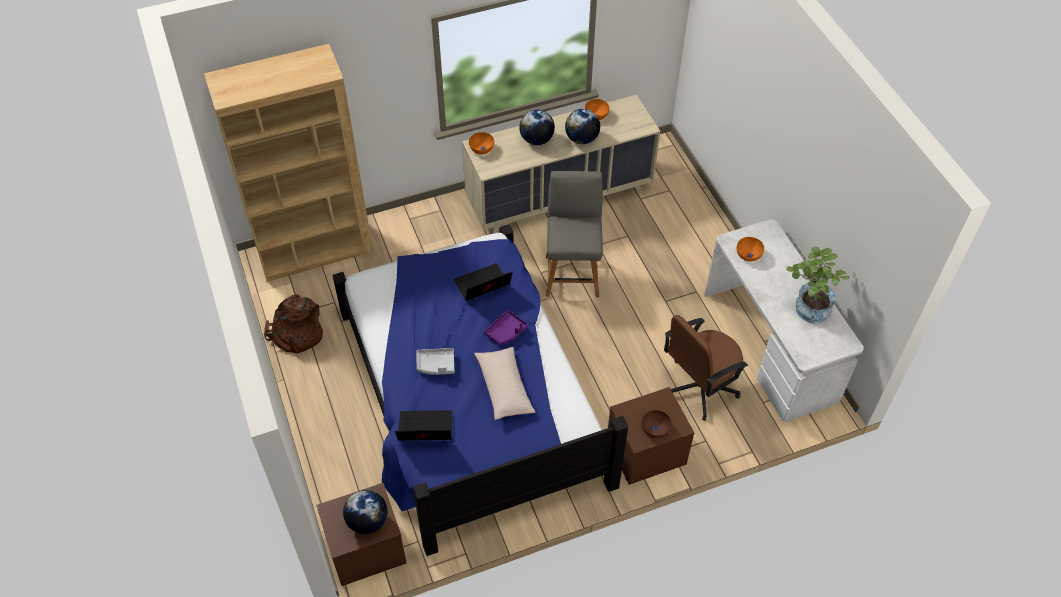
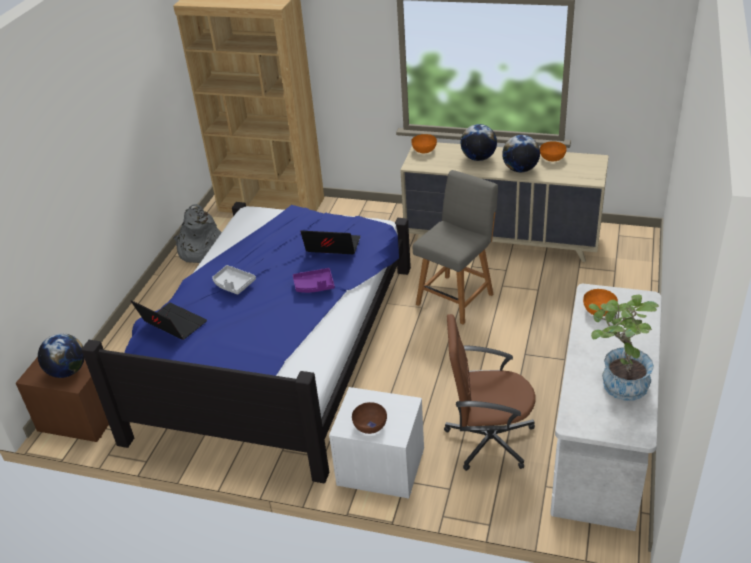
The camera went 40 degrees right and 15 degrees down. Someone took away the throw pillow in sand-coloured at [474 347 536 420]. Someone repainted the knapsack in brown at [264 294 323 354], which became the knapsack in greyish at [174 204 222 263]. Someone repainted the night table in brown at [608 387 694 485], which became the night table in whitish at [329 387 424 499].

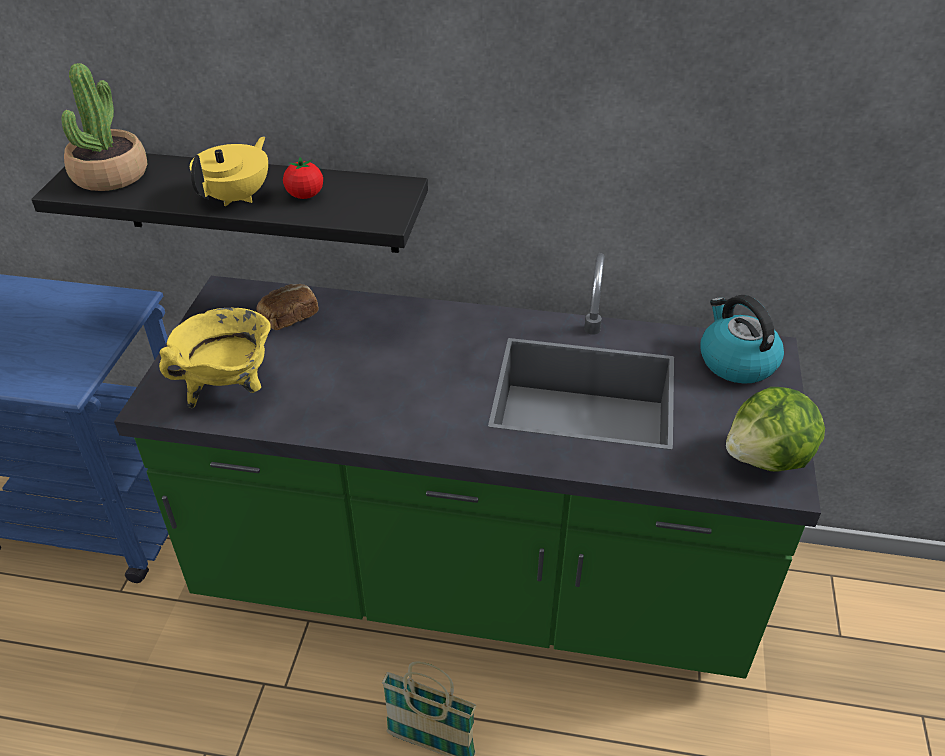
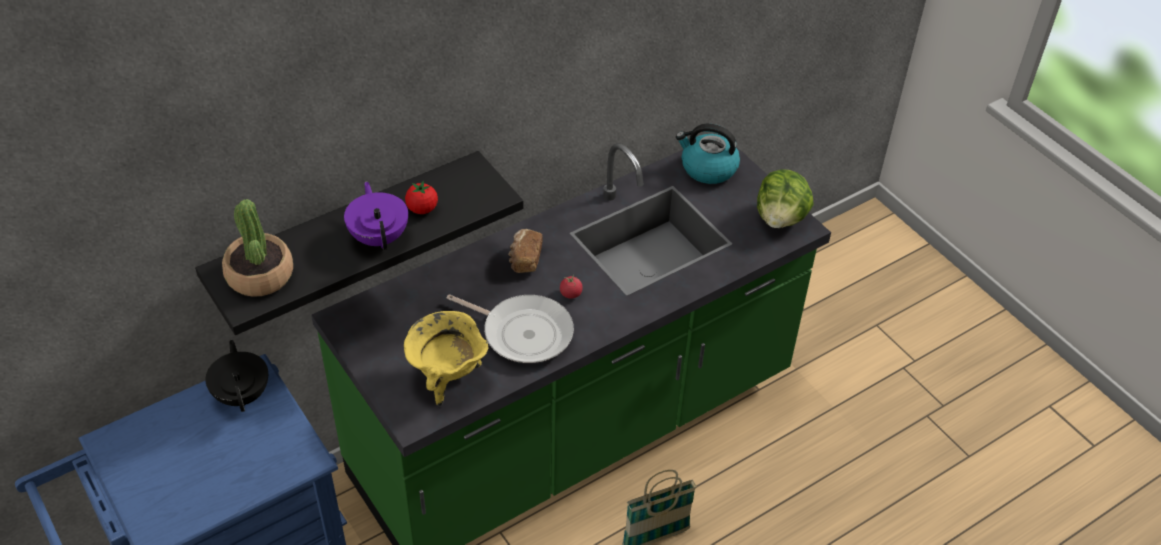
The camera went 45 degrees left and 5 degrees up. Someone put down the tea pot in black at [205 340 268 412]. Someone put down the frying pan at [447 294 574 363]. Someone put down the fresh tomato at [560 275 583 299]. Someone carried the bakery bread from [256 284 319 330] to [508 229 543 273]. Someone repainted the tea pot in yellow-coloured at [190 137 268 206], which became the tea pot in purple at [344 182 408 250].

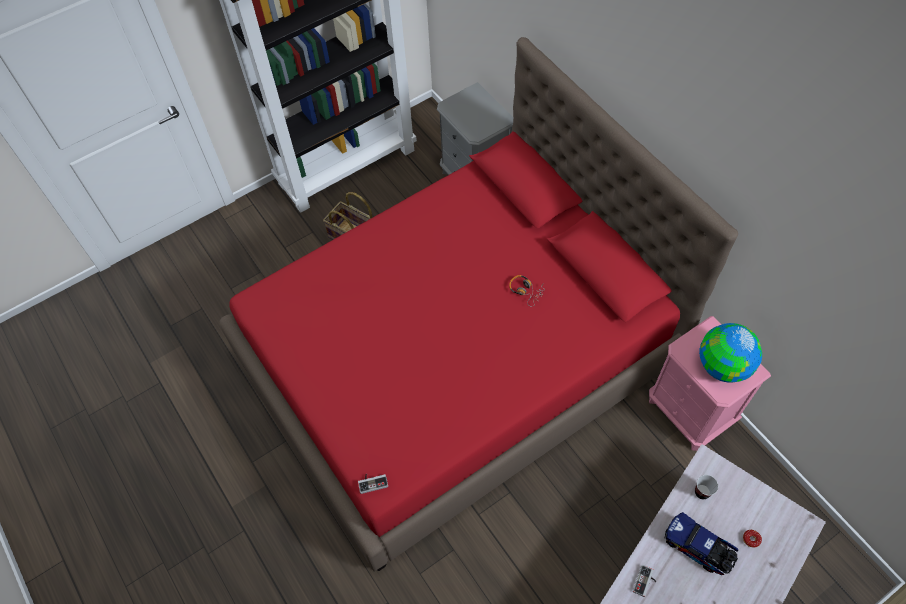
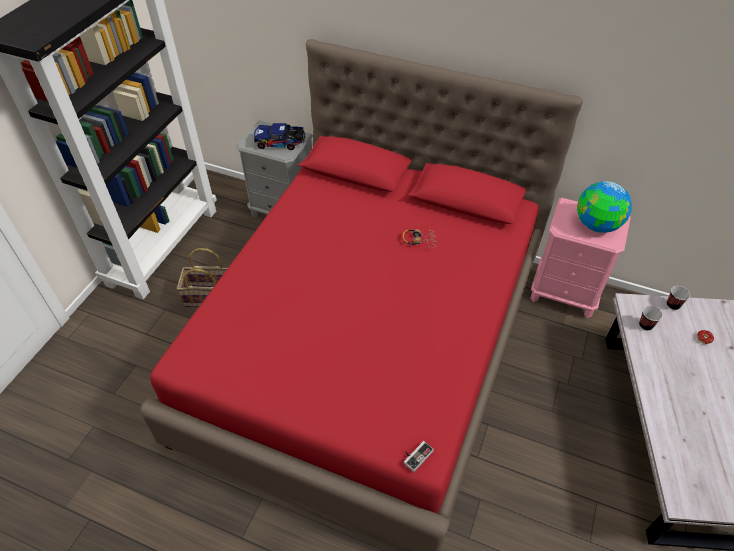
The camera went 35 degrees left and 10 degrees down. Someone took away the game controller at [633 565 657 597]. Someone put down the small cup at [667 286 690 310]. Someone carried the model truck from [664 512 738 575] to [254 123 305 150].

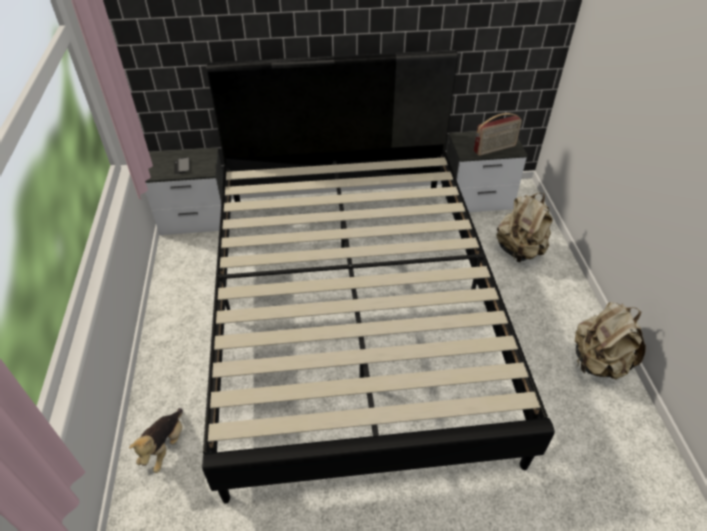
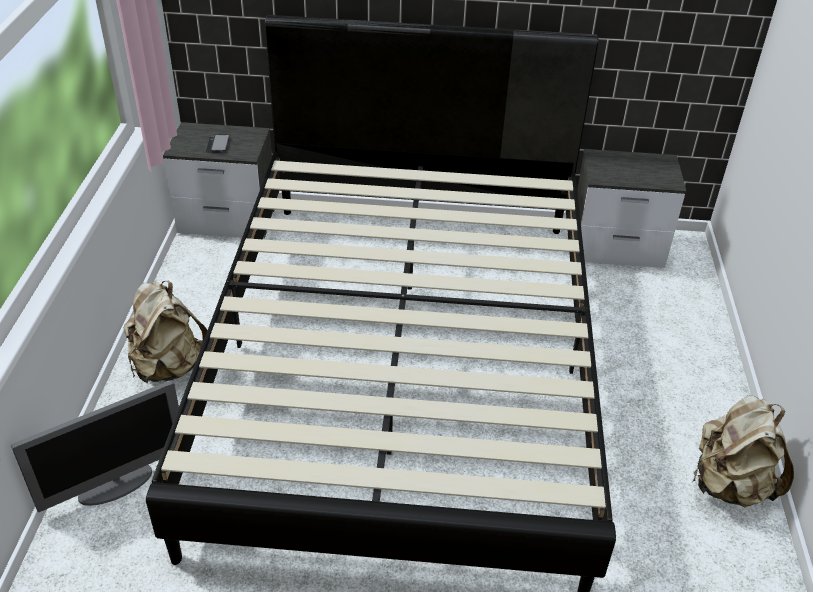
The camera went 10 degrees right and 5 degrees down. Someone took away the radio at [474 113 522 156]. Someone carried the knapsack in sand-coloured from [496 193 553 263] to [124 281 207 383]. Someone swapped the cuddly toy at [129 408 183 473] for the monitor at [11 380 179 512].

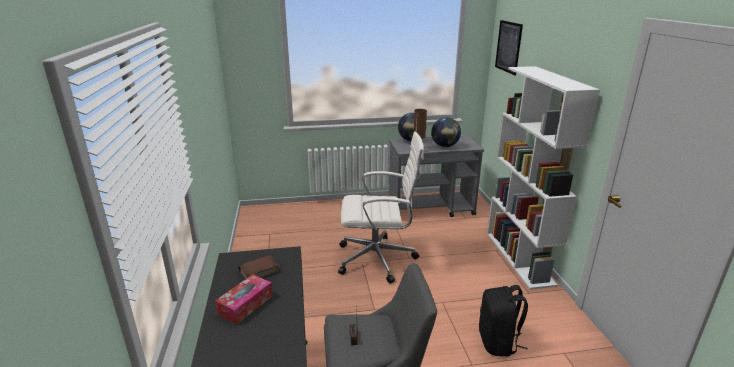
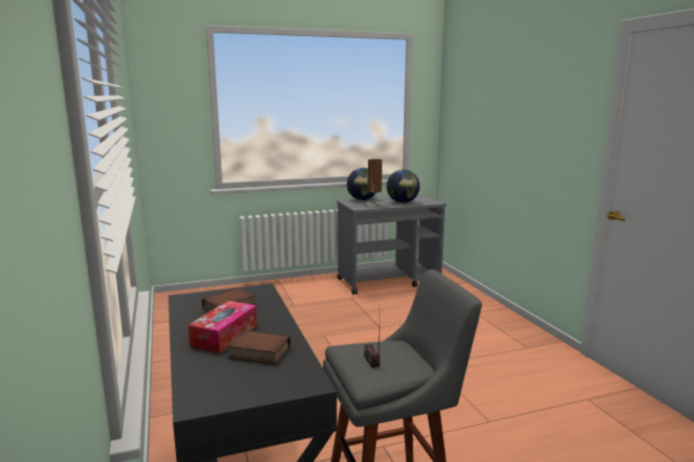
The camera went 10 degrees left and 10 degrees down. Someone took away the desk chair in whitish at [338 131 424 283]. Someone took away the knapsack in black at [479 285 528 356]. Someone took away the bookshelf in whitish at [487 66 600 289]. Someone took away the wall art at [495 20 523 75]. Someone put down the book at [227 330 290 364].

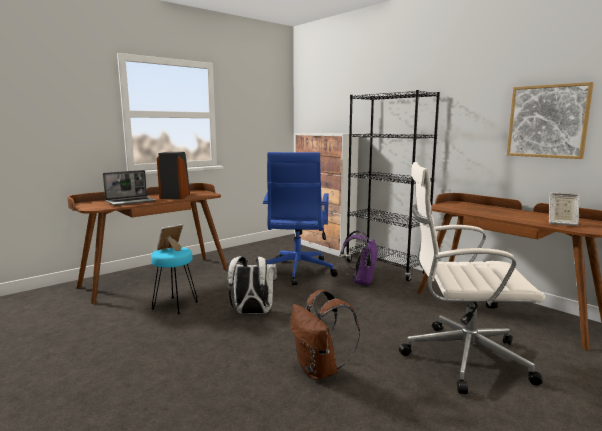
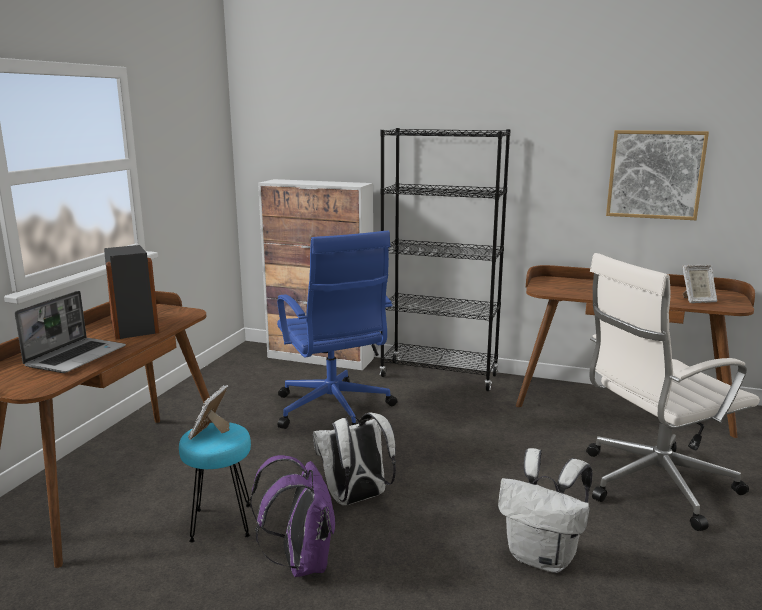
The camera went 30 degrees left and 5 degrees up. Someone carried the knapsack in purple from [339 231 378 286] to [250 455 335 577]. Someone repainted the knapsack in brown at [290 290 360 380], which became the knapsack in whitish at [498 448 592 573].

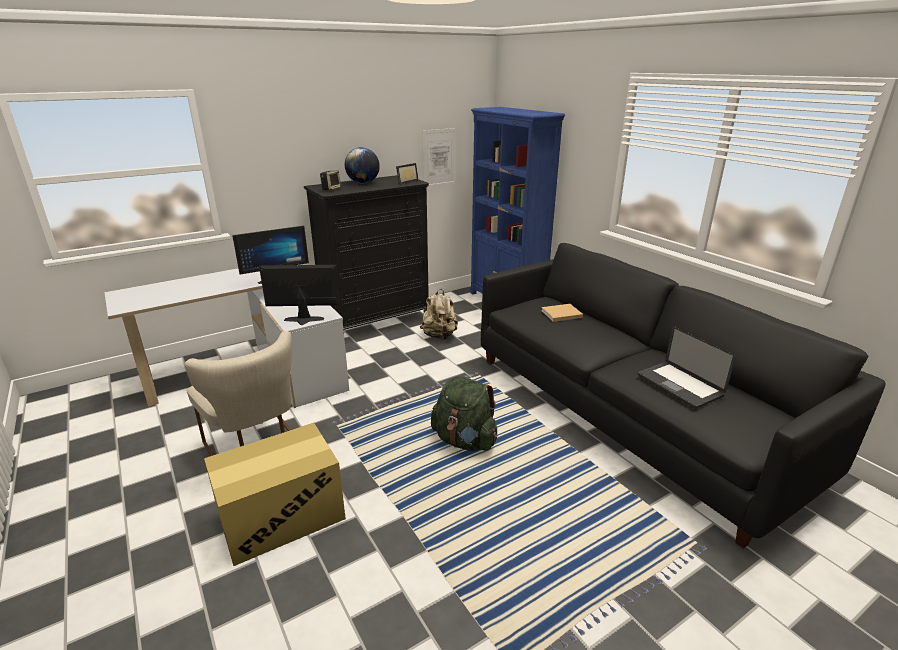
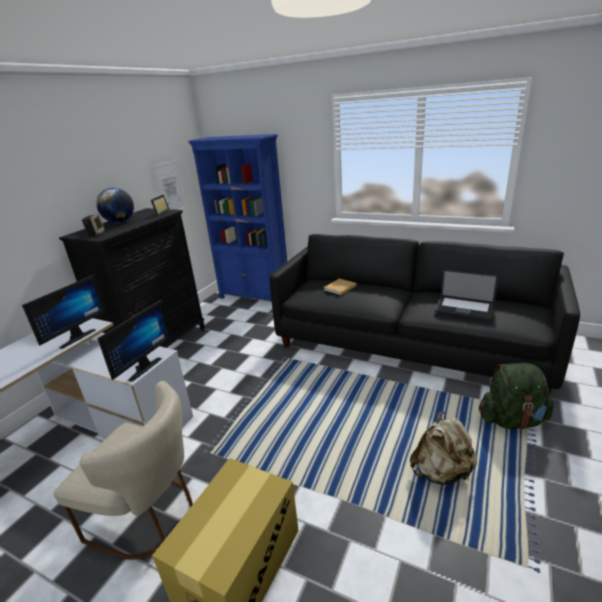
The camera went 30 degrees left and 0 degrees up. Someone carried the knapsack in sand-coloured from [420 289 458 340] to [410 411 477 485]. Someone carried the knapsack in greenish from [431 376 497 451] to [479 363 554 429]. Someone rotated the monitor at [259 265 340 325] by 150 degrees clockwise.

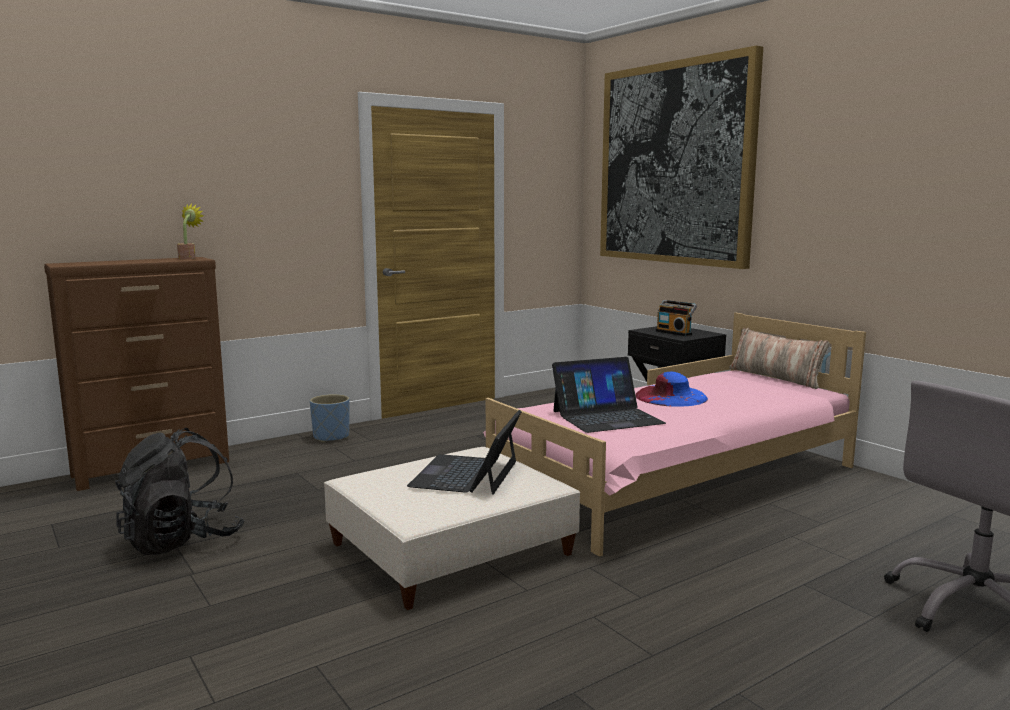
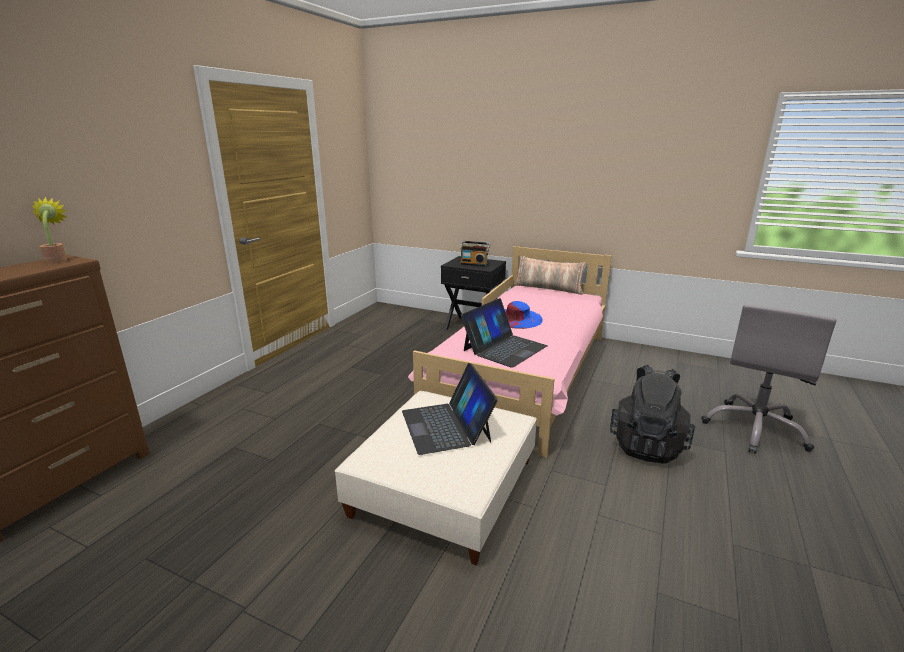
The camera went 30 degrees left and 10 degrees up. Someone took away the planter in blue at [310 394 350 442]. Someone took away the wall art at [600 46 763 269]. Someone carried the knapsack in black from [115 428 245 555] to [610 365 695 464].

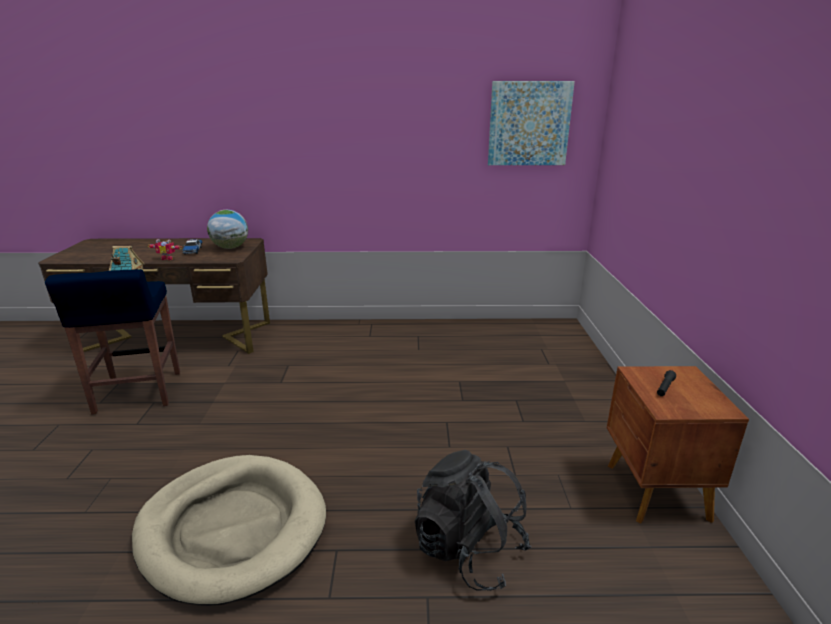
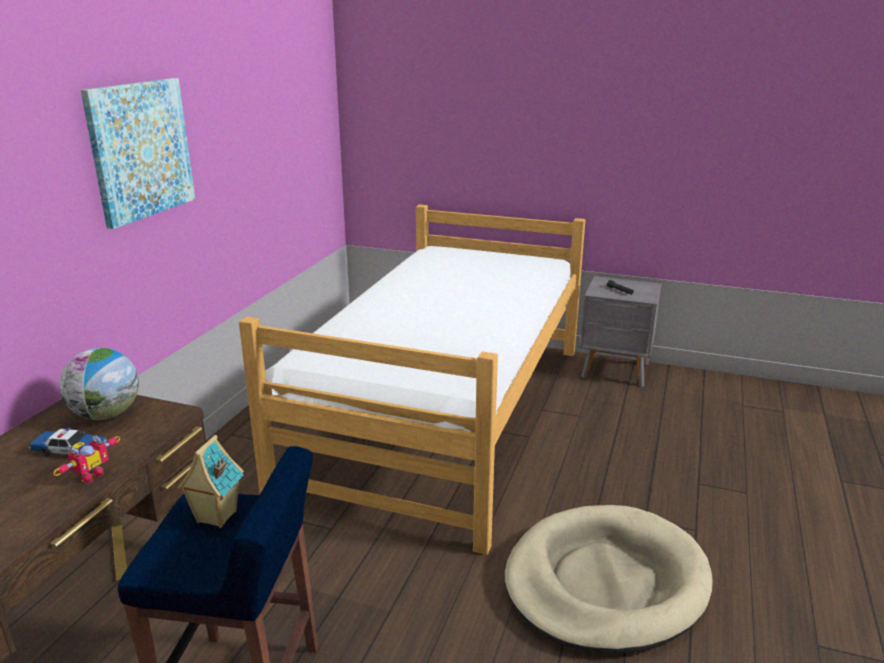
The camera went 70 degrees left and 0 degrees up. Someone took away the knapsack in black at [415 450 531 591]. Someone put down the sleeping bed at [239 204 585 555]. Someone carried the wall art from [488 81 575 165] to [81 78 195 229]. Someone repainted the night table in brown at [607 366 749 524], which became the night table in greyish at [580 276 661 387].

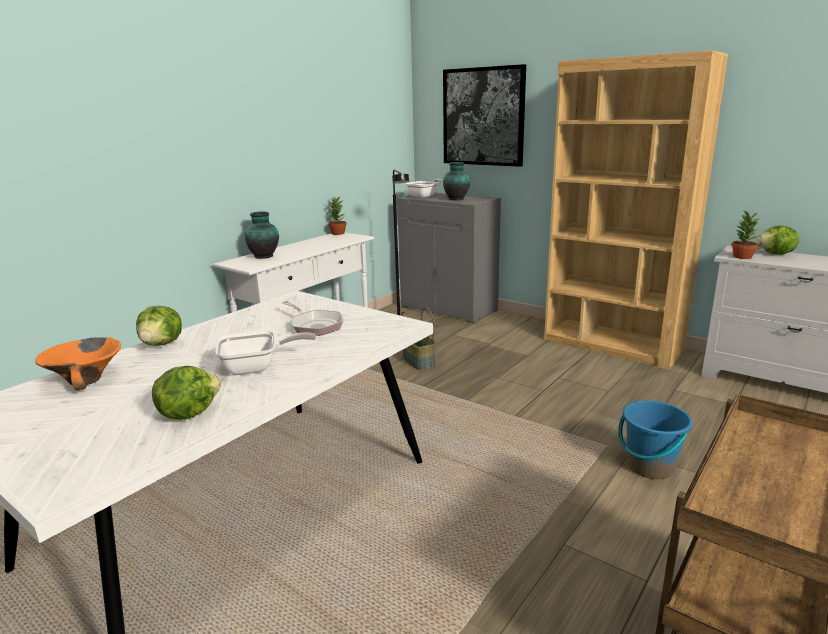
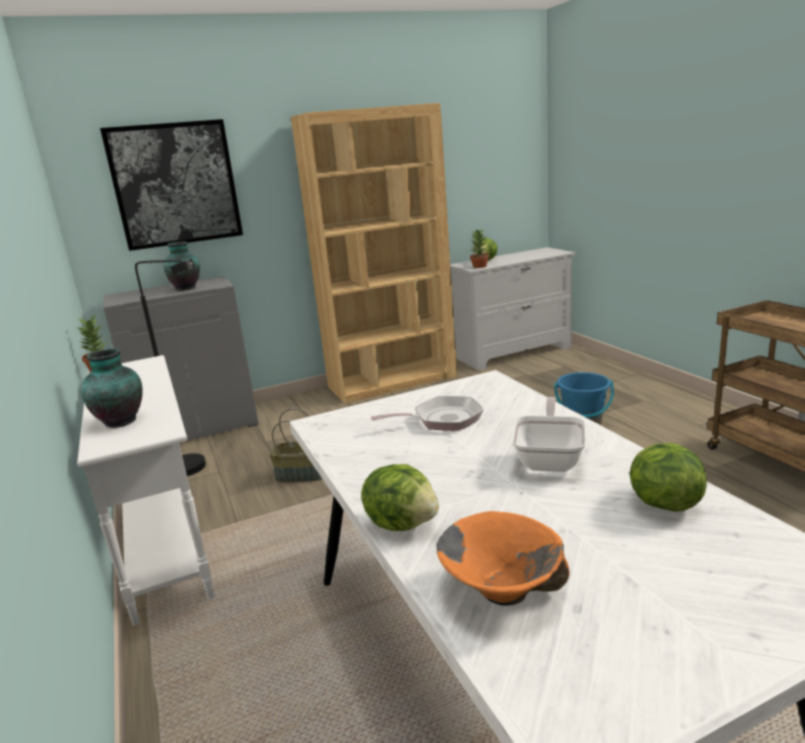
The camera went 60 degrees left and 0 degrees up. Someone took away the frying pan at [406 179 443 198].

